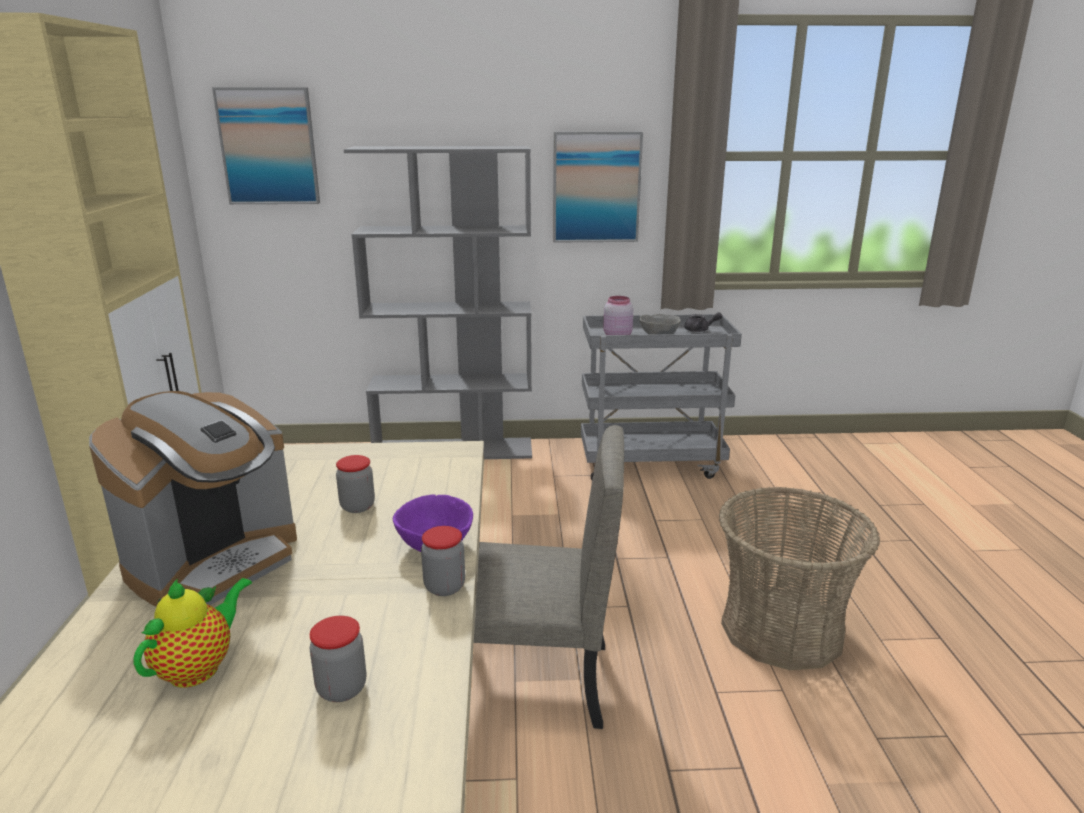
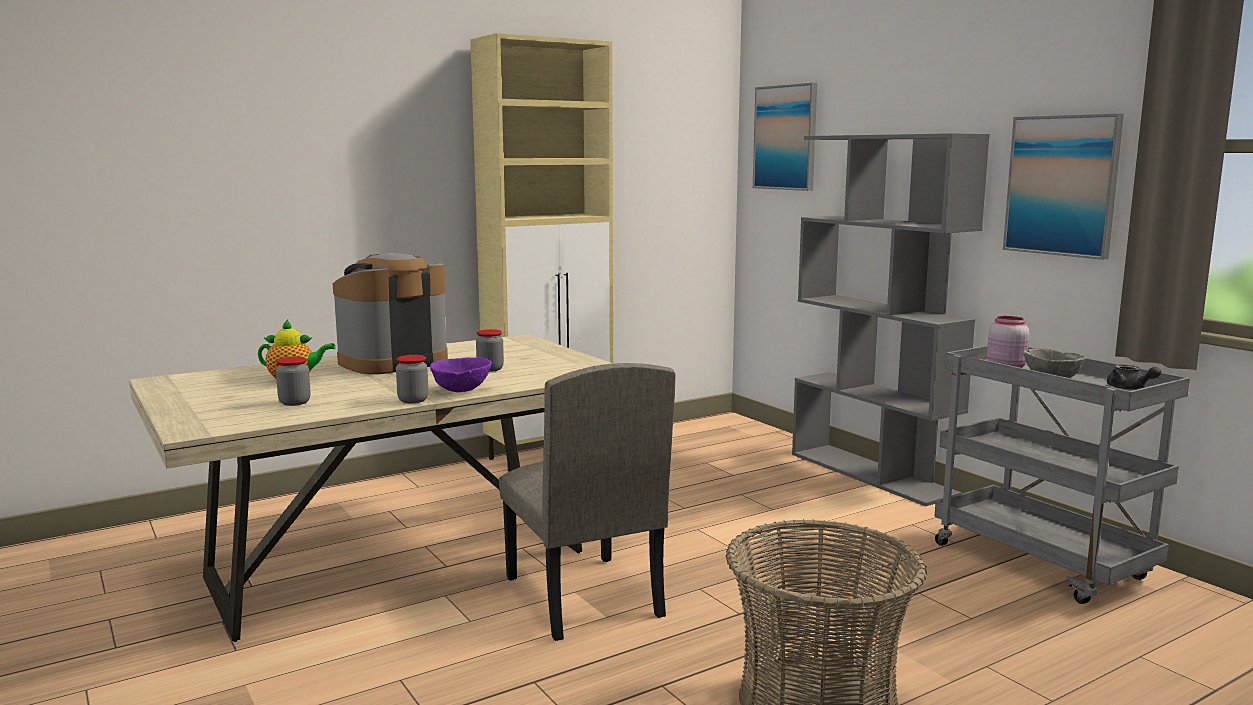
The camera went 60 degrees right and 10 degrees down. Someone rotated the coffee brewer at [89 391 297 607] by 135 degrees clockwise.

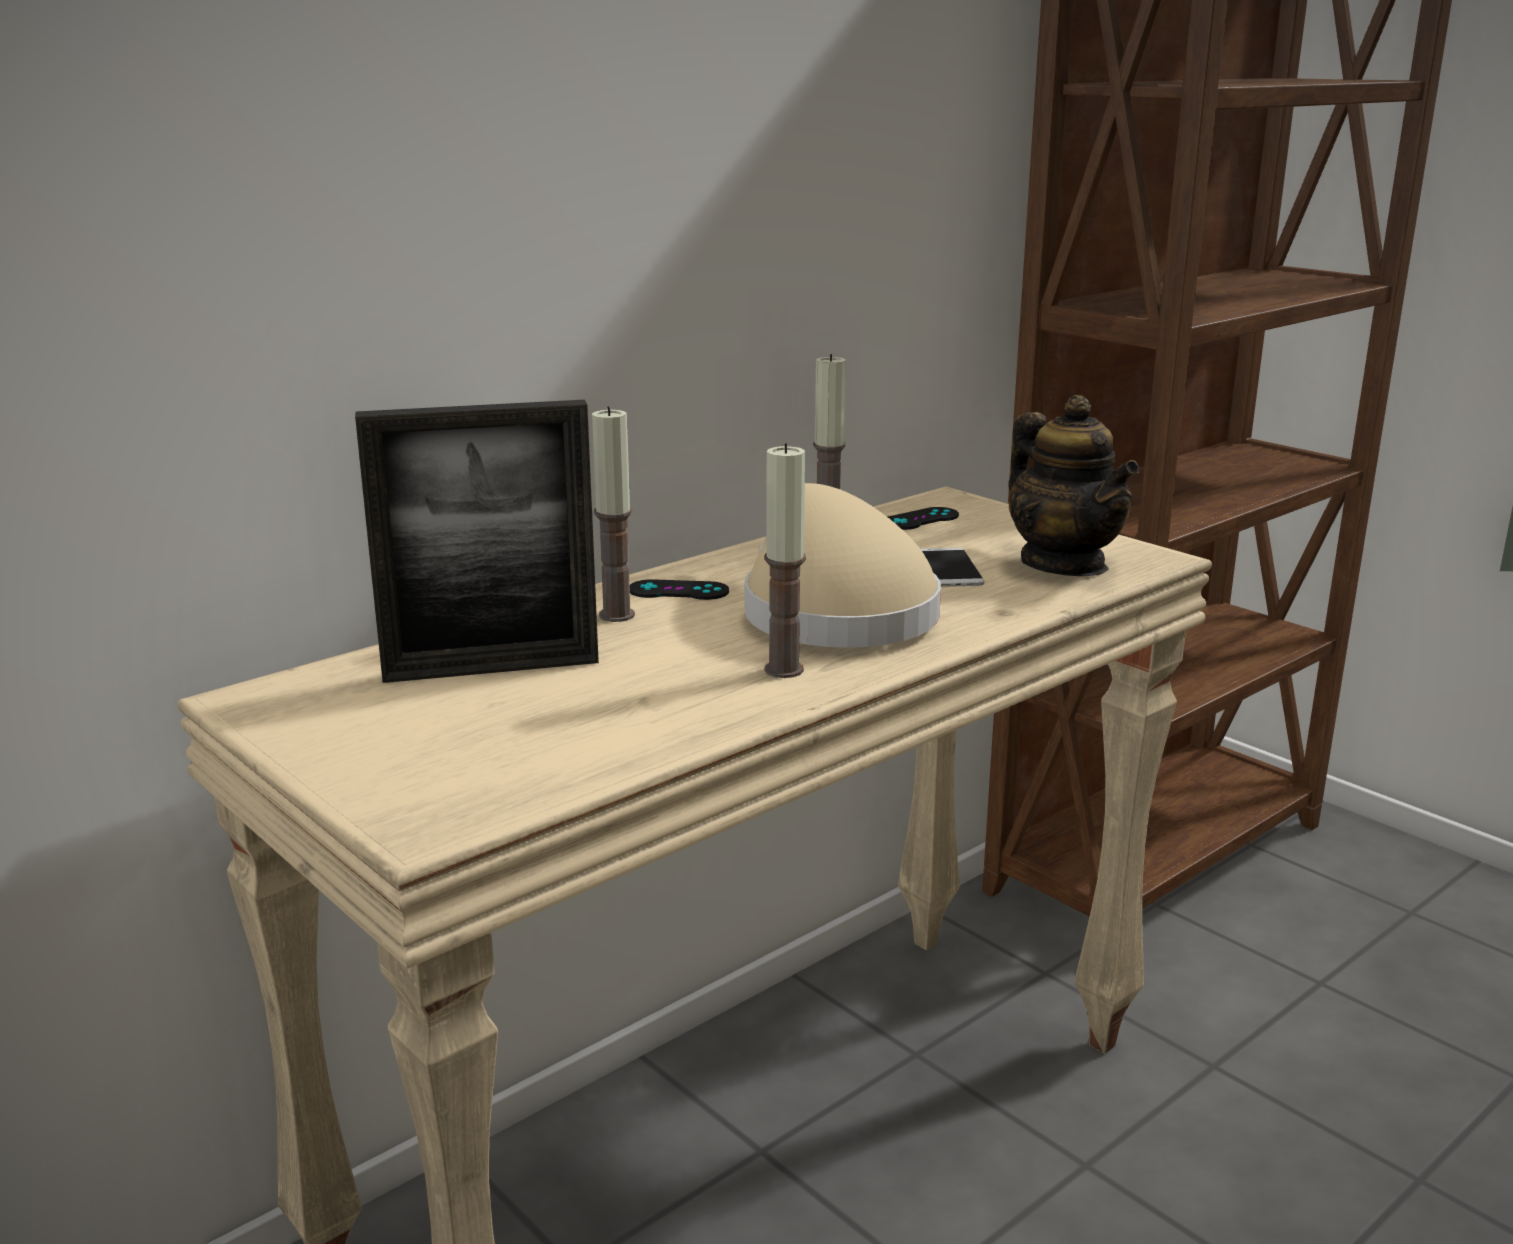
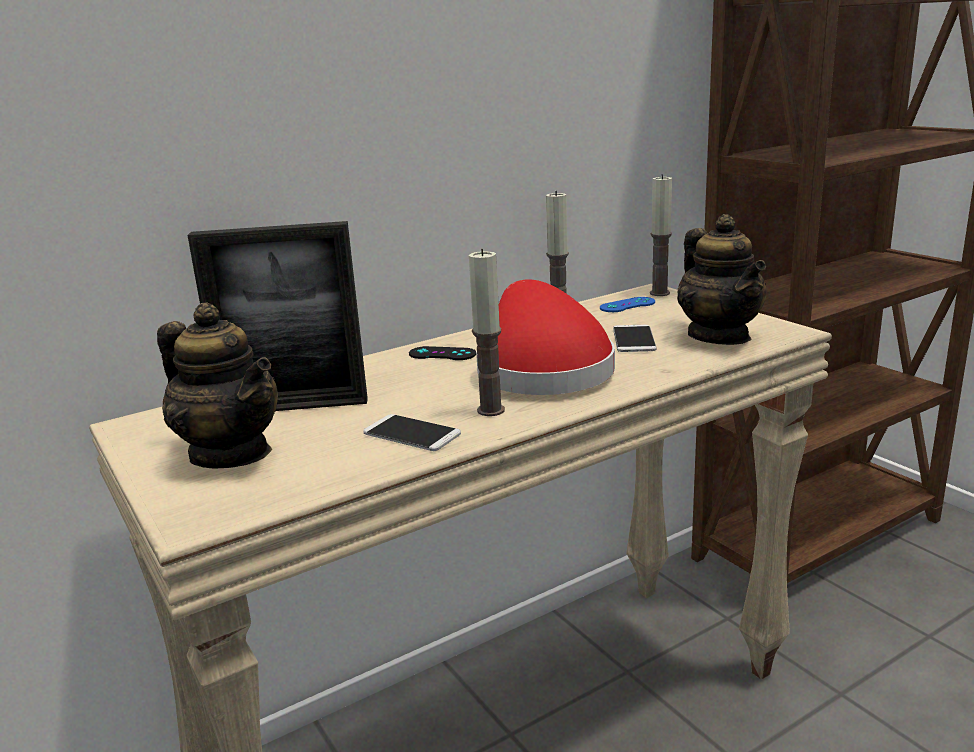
The camera went 10 degrees right and 0 degrees up. Someone put down the tea pot at [157 303 278 469]. Someone put down the handset at [363 414 461 451]. Someone carried the wax light from [592 406 635 622] to [650 174 672 296]. Someone repainted the clothing hat in sand-coloured at [744 483 941 648], which became the clothing hat in red at [476 279 615 395]. Someone repainted the game controller in black at [888 507 959 530], which became the game controller in blue at [600 297 655 312].

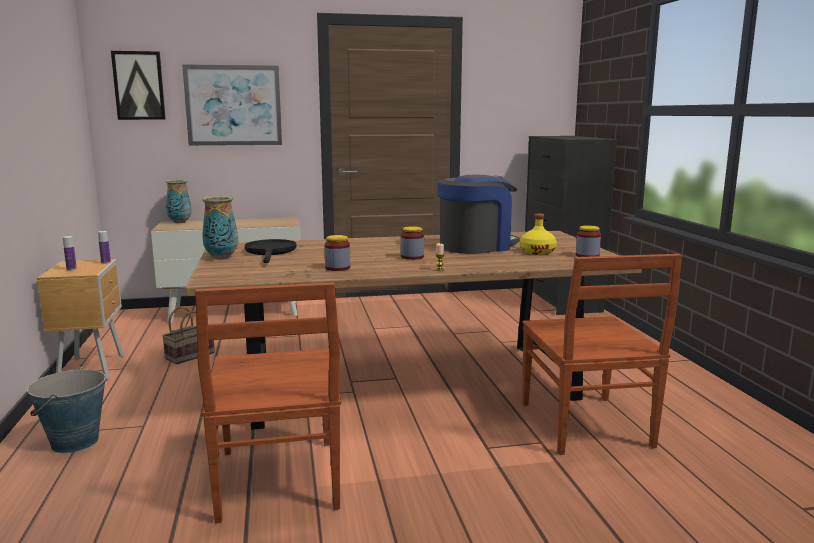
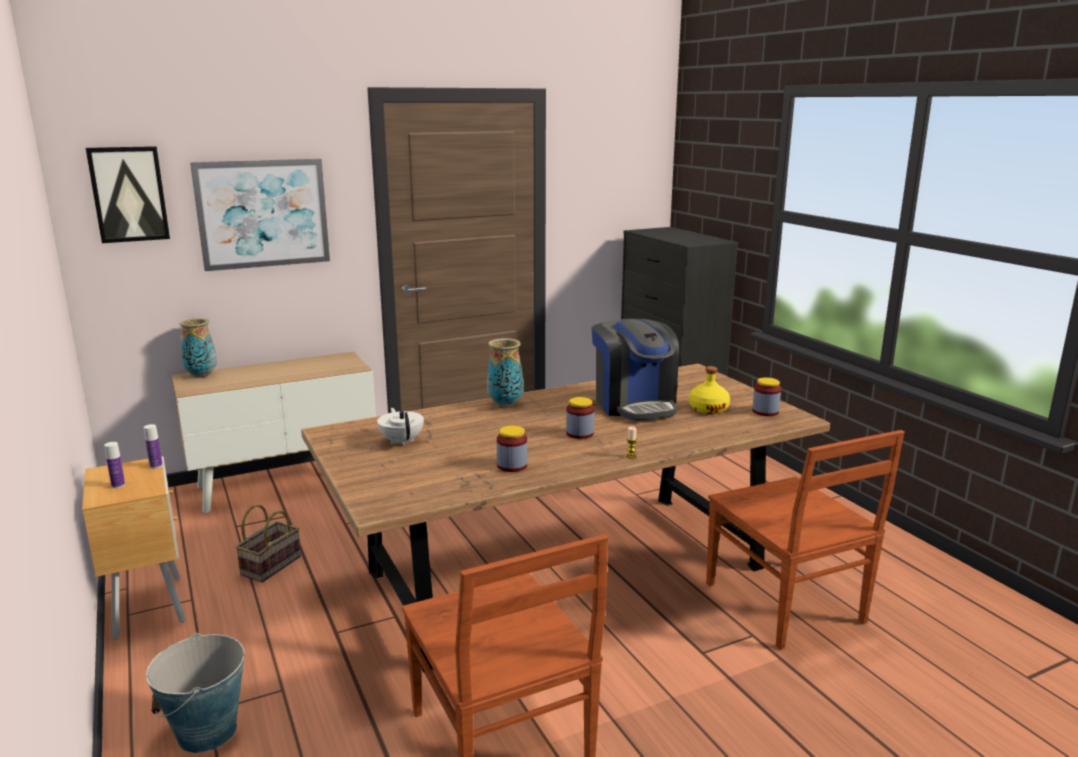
The camera went 15 degrees left and 5 degrees up. Someone carried the vase from [202 196 238 259] to [487 338 524 408]. Someone swapped the frying pan in black at [245 239 297 263] for the tea pot in whitish at [377 408 424 446]. Someone rotated the coffee brewer at [437 175 520 254] by 120 degrees clockwise.

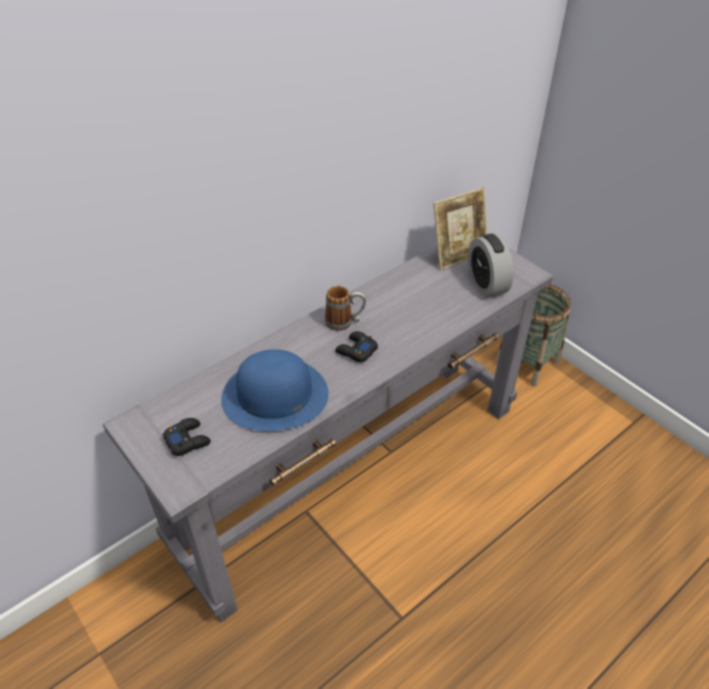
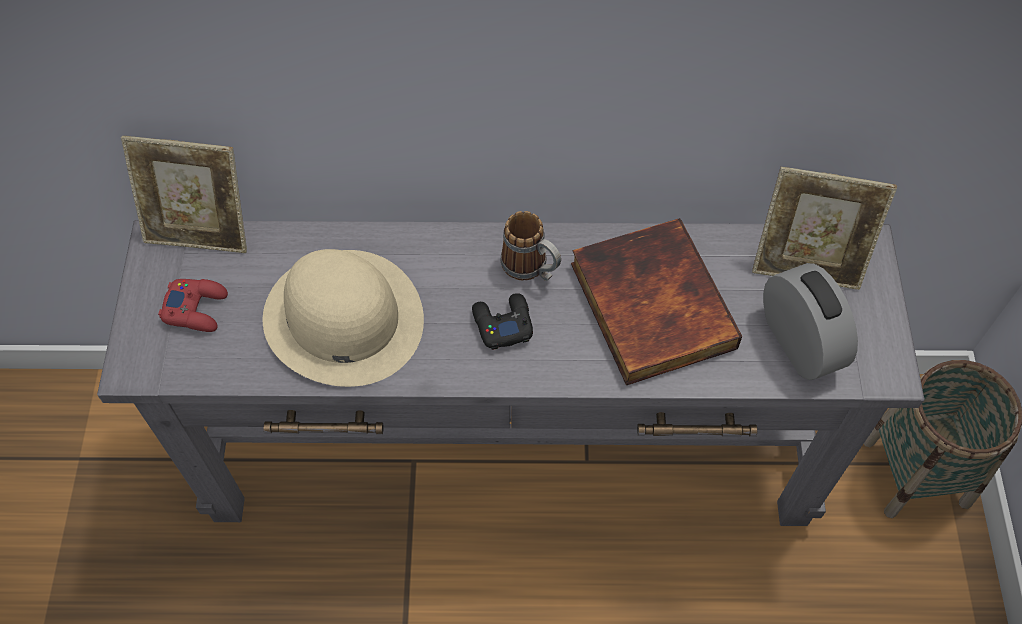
The camera went 40 degrees right and 15 degrees up. Someone put down the photo frame at [121 136 247 253]. Someone put down the book at [571 218 742 385]. Someone repainted the game controller in black at [162 418 211 456], which became the game controller in red at [158 279 228 332]. Someone repainted the clothing hat in blue at [221 349 329 431], which became the clothing hat in sand-coloured at [263 249 424 387]. Someone rotated the alarm clock at [468 234 514 297] by 135 degrees clockwise.

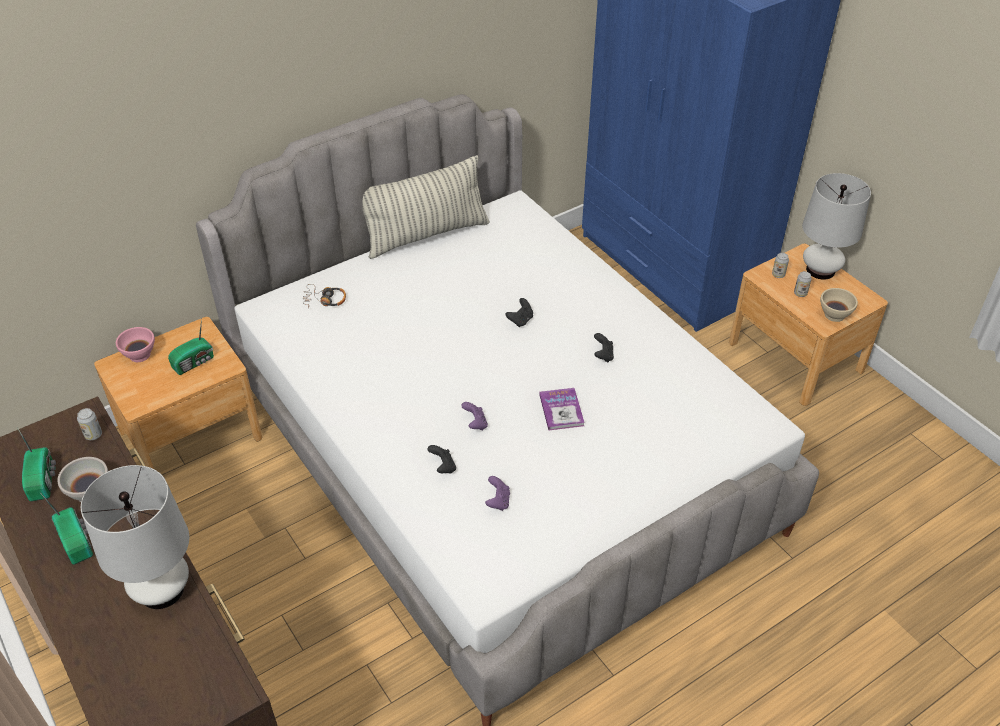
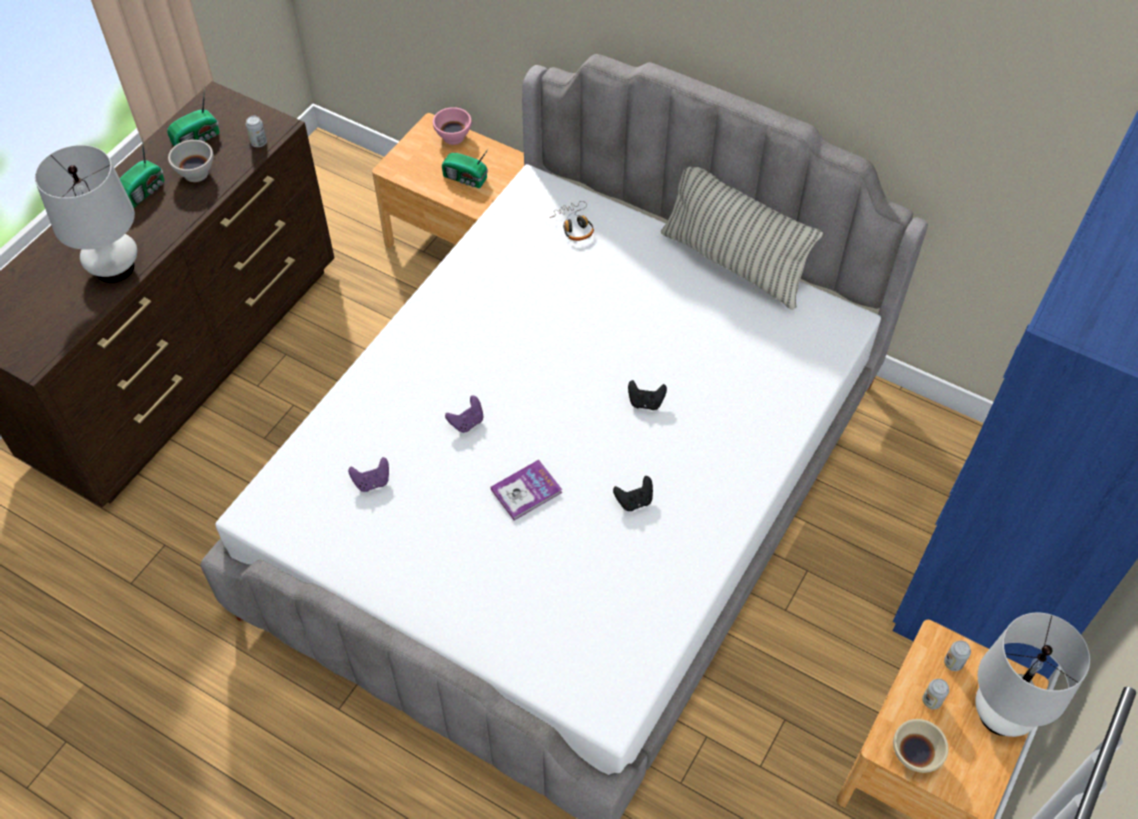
The camera went 65 degrees right and 10 degrees up. Someone took away the game controller in black at [427 445 456 474].

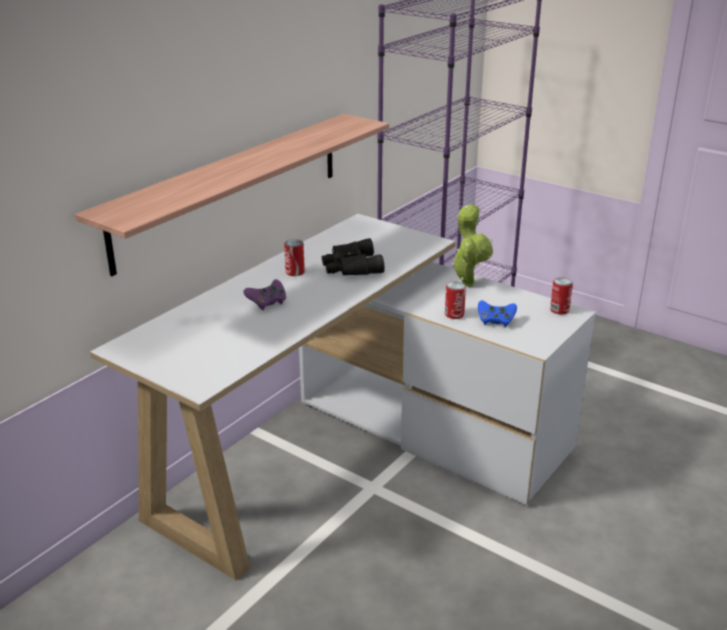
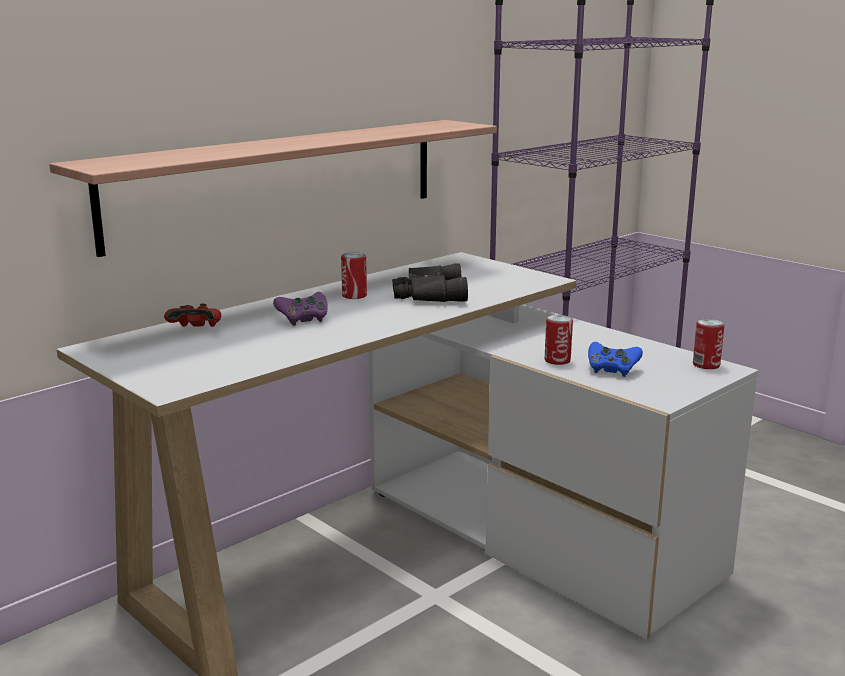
The camera went 10 degrees right and 10 degrees down. Someone took away the houseplant at [452 204 493 287]. Someone put down the game controller in red at [164 303 221 327].

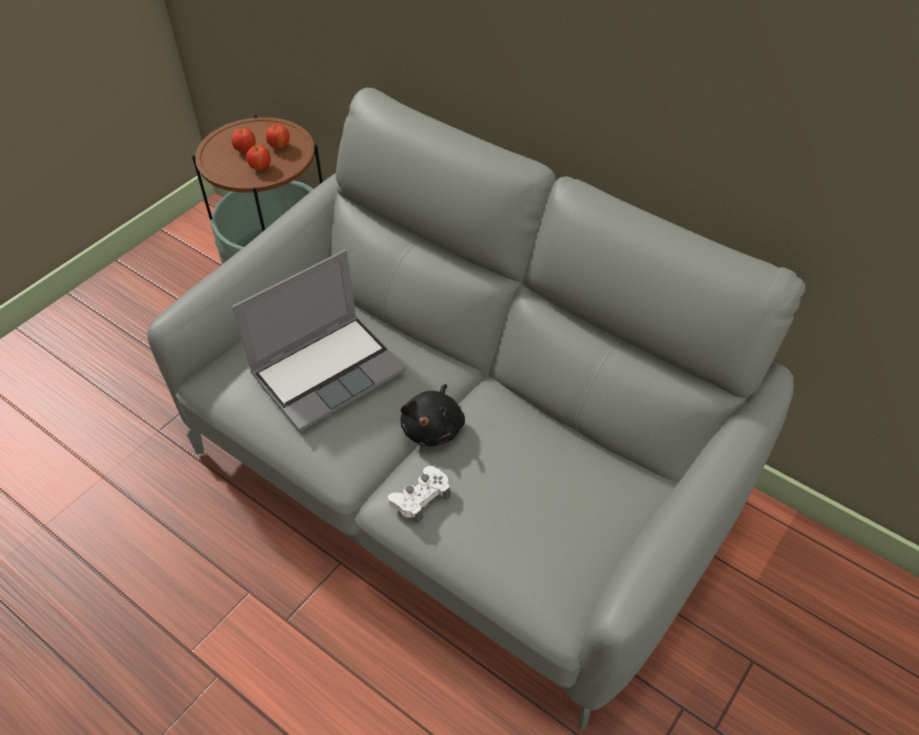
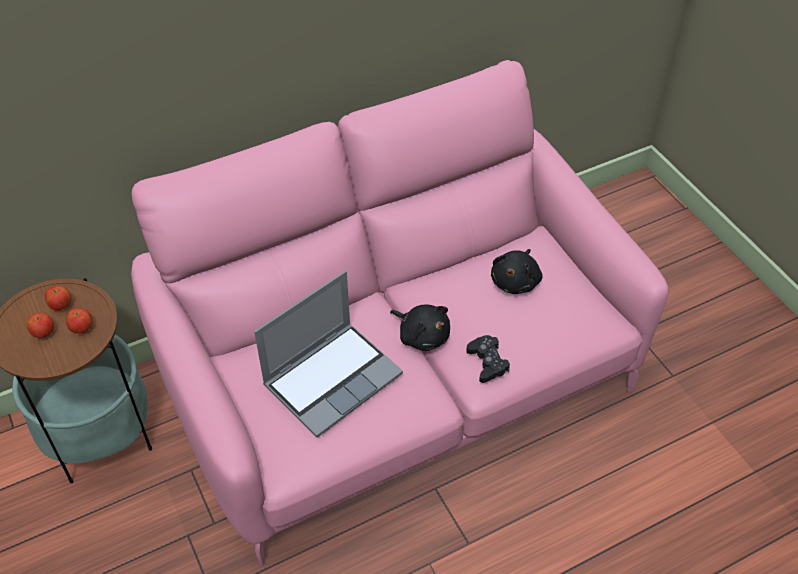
The camera went 65 degrees left and 0 degrees up. Someone put down the cuddly toy in black at [491 249 542 294]. Someone repainted the settee in greyish at [147 88 805 731], which became the settee in pink at [131 60 669 566]. Someone repainted the game controller in whitish at [388 466 450 523], which became the game controller in black at [466 335 510 383]. Someone rotated the laptop at [233 250 406 432] by 60 degrees clockwise.

